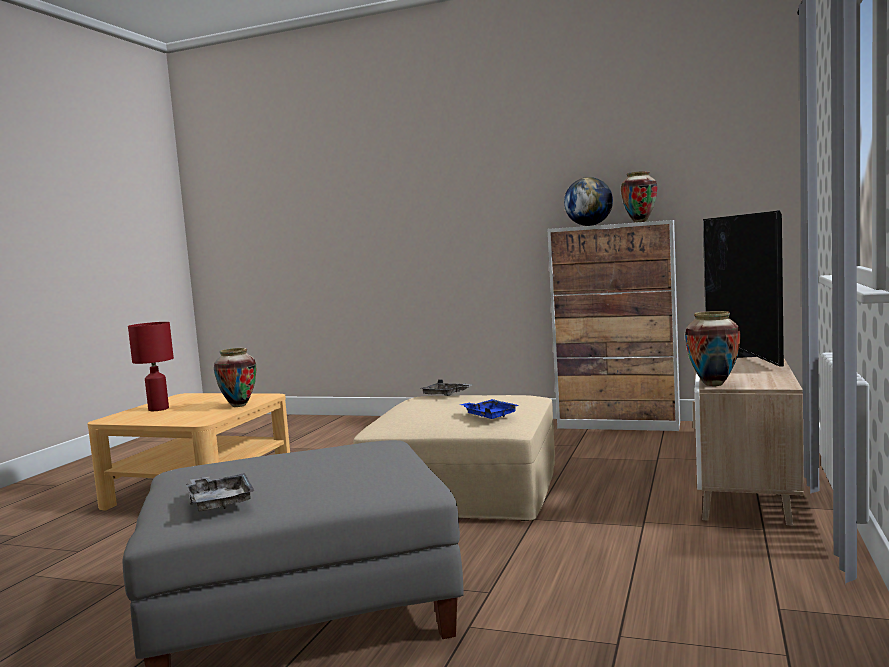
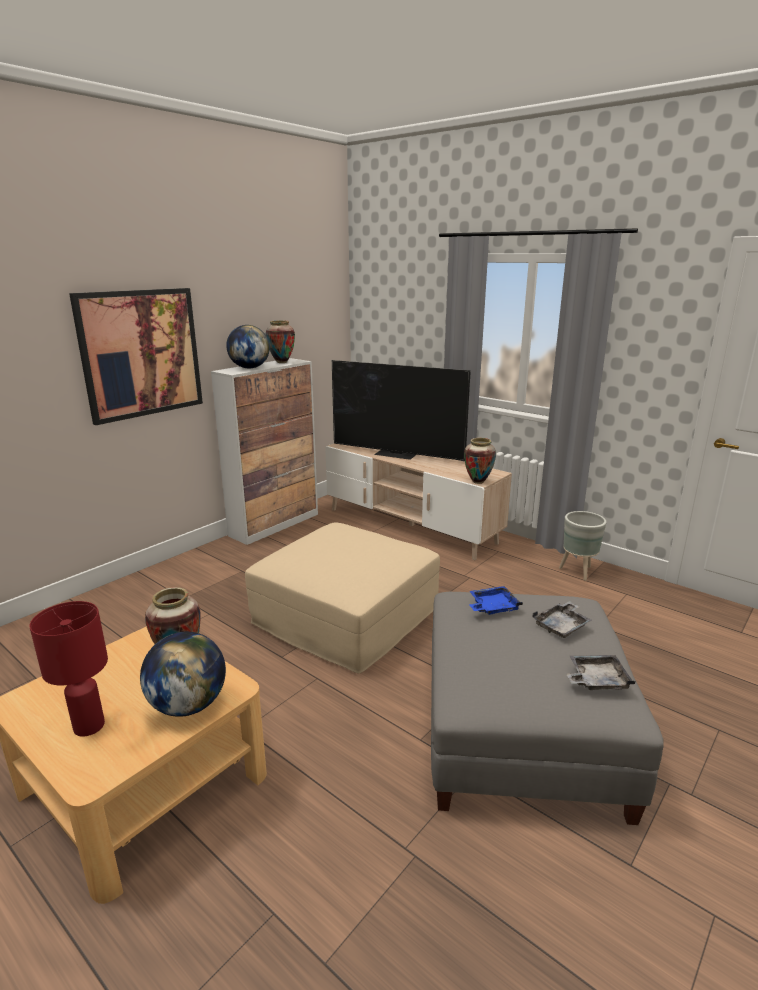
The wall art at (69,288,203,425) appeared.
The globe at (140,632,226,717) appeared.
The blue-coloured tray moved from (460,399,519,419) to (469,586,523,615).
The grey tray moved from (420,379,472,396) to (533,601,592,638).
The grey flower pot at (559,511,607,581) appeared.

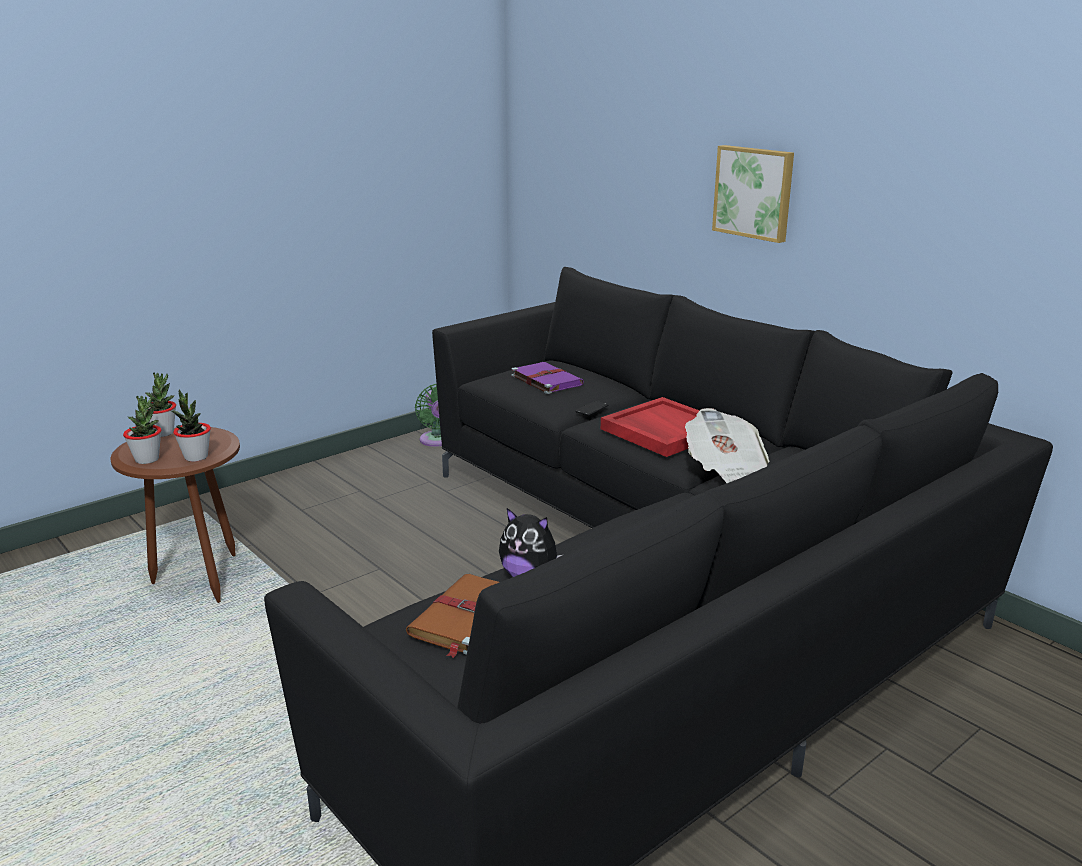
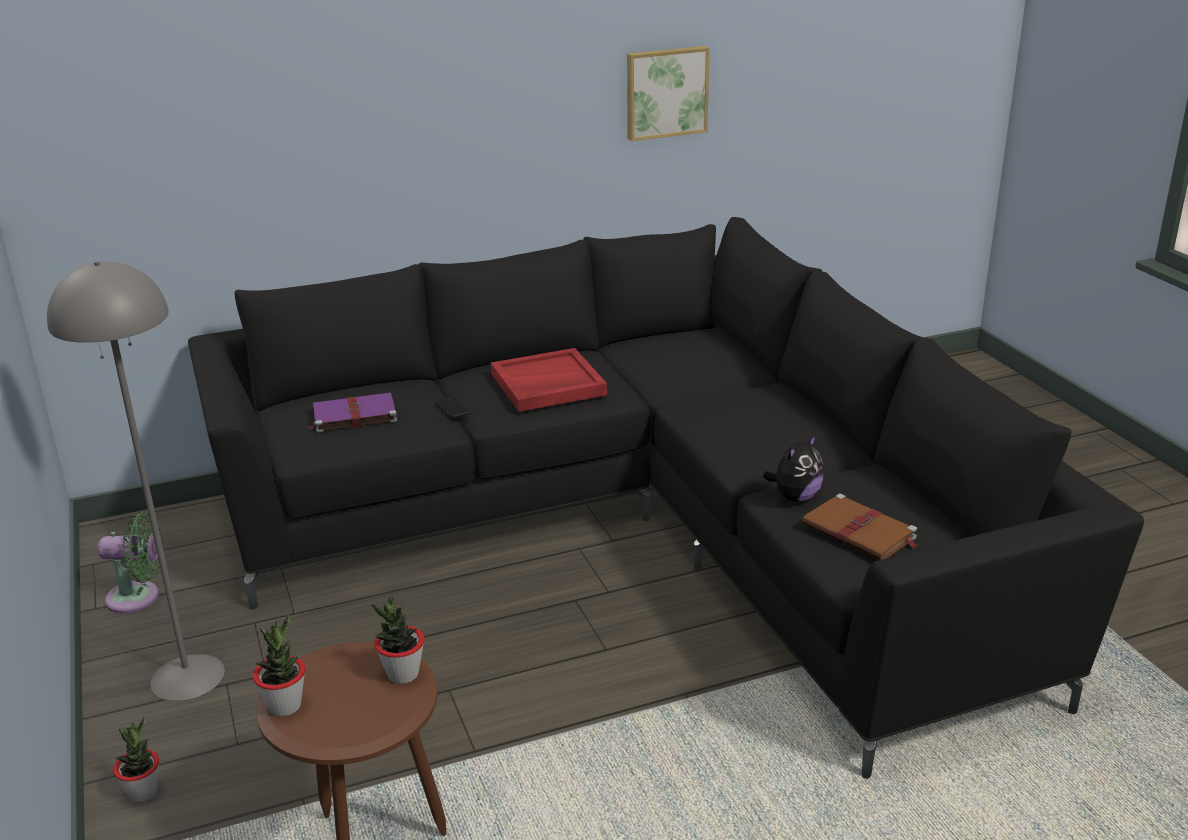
The grey standing lamp at (47,261,225,701) appeared.
The potted plant moved from (123,396,161,464) to (113,717,159,802).
The wall art moved from (712,145,794,243) to (627,46,710,141).
The daily paper at (685,408,770,483) disappeared.

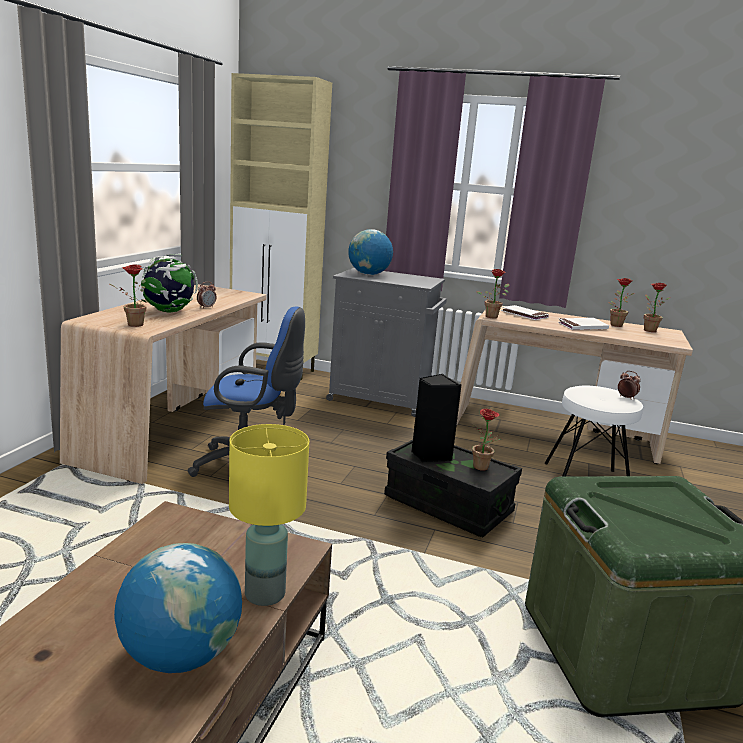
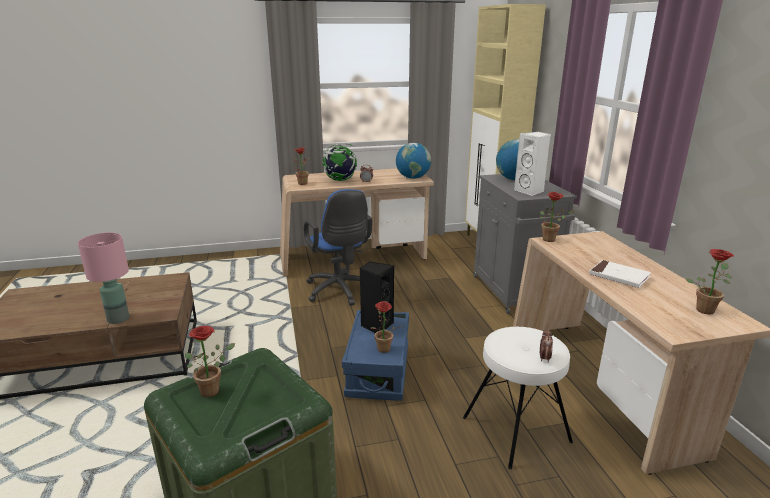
The yellowish table lamp at (229,424,309,606) became the pinkish table lamp at (78,232,129,324).
The potted plant moved from (608,278,634,327) to (185,326,236,397).
The blackish storage box at (384,440,522,537) became the blue-coloured storage box at (342,310,409,401).
The globe moved from (114,543,242,673) to (396,143,431,179).
The whitish audio speaker at (514,132,551,196) appeared.
The whitish book at (501,305,549,320) disappeared.

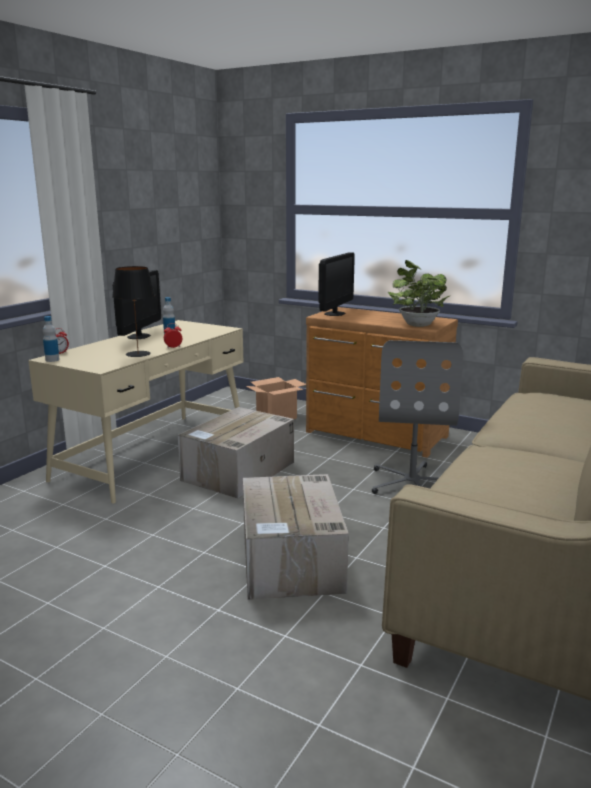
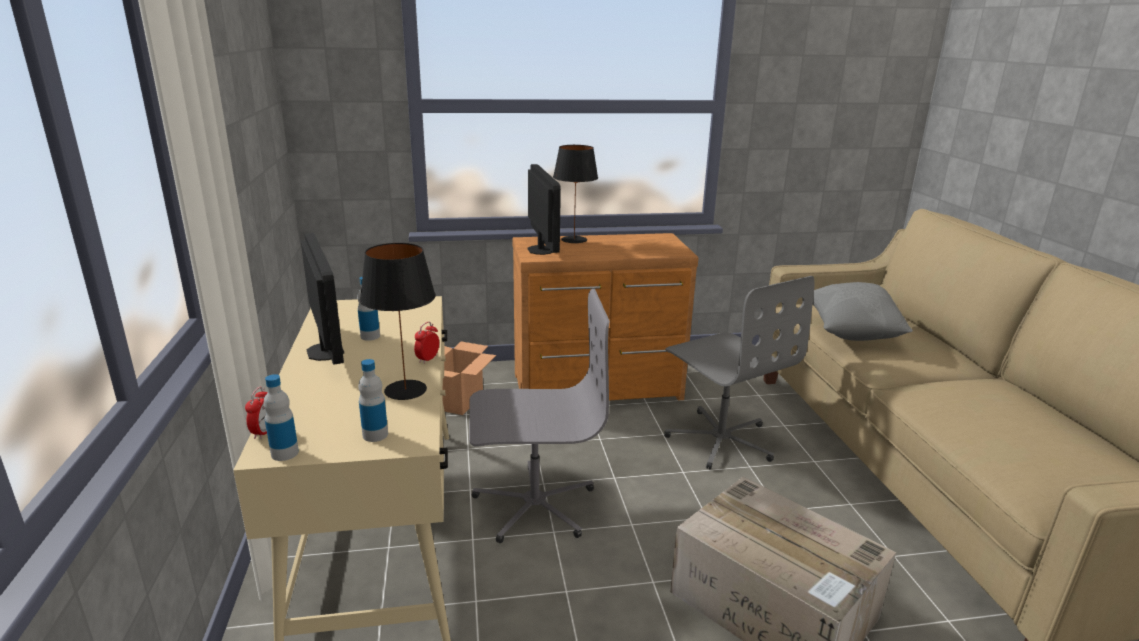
The beverage bottle at (358,359,388,442) appeared.
The carton at (178,407,294,499) was replaced by the grey office chair at (469,289,610,543).
The blackish table lamp at (553,145,598,243) appeared.
The grey pillow at (813,282,913,341) appeared.
The potted plant at (388,260,451,327) disappeared.

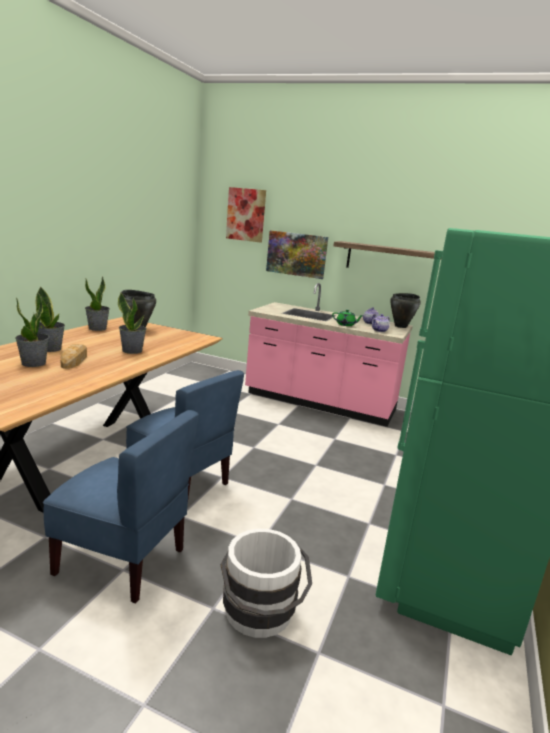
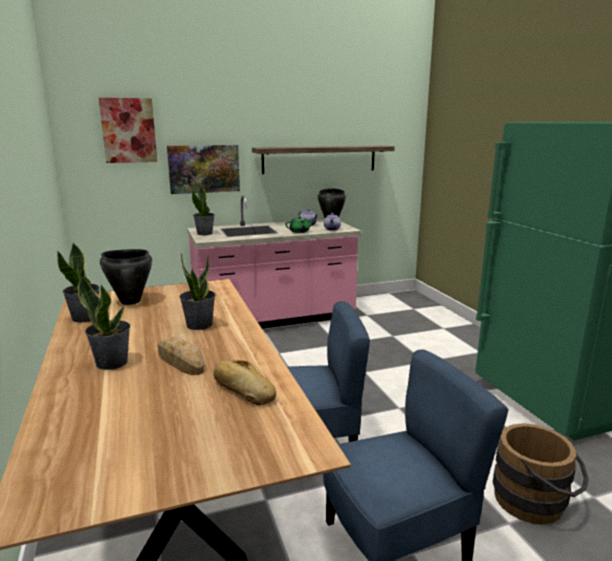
The potted plant moved from (15,296,49,367) to (192,186,215,235).
The bakery bread at (214,360,276,405) appeared.
The whitish bucket at (221,529,312,638) became the brown-coloured bucket at (493,423,589,525).

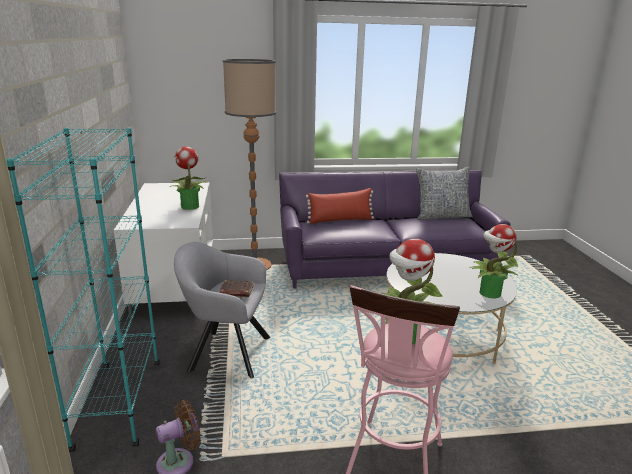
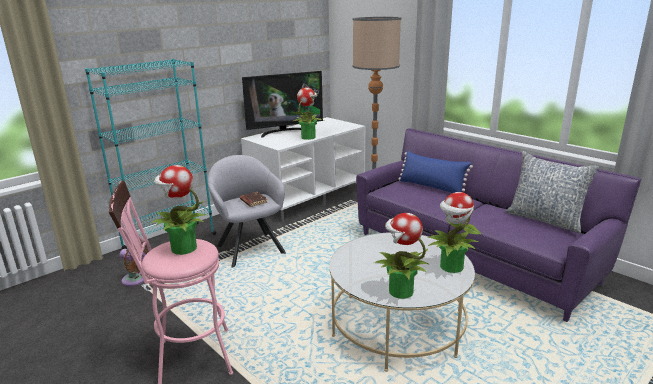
The television at (242,71,323,138) appeared.
The red-coloured pillow at (306,188,374,224) became the blue-coloured pillow at (398,151,473,193).
The potted plant at (428,192,481,273) appeared.

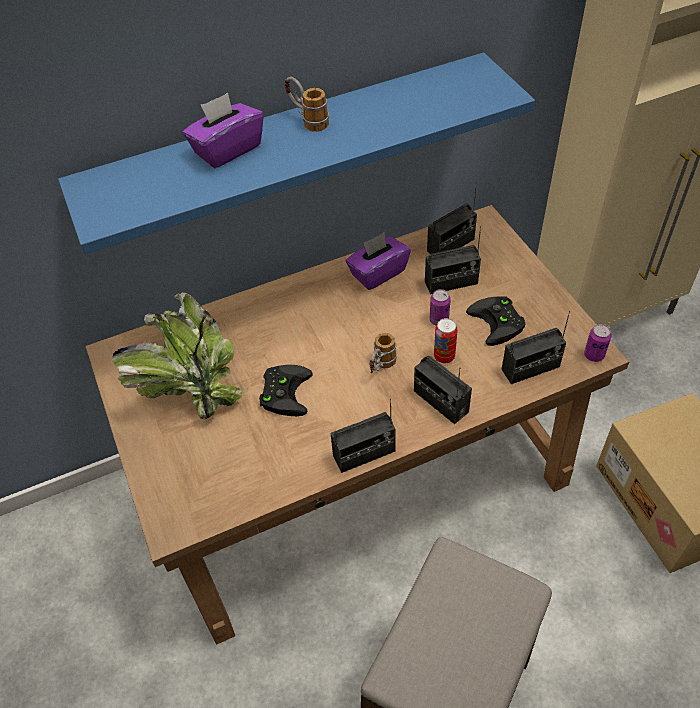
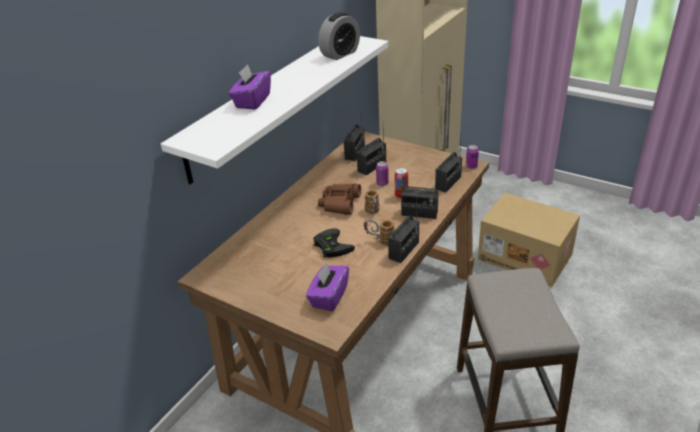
The blue-coloured bracket shelf at (58,52,535,254) became the whitish bracket shelf at (161,36,388,184).
The purple-coloured tissue holder moved from (346,233,411,290) to (306,262,349,311).
The bedside clock at (318,12,360,60) appeared.
The brown-coloured pair of binoculars at (318,183,361,215) appeared.
The mug moved from (284,77,329,132) to (364,219,395,246).
The potted plant at (111,293,245,419) disappeared.
The blackish gamepad at (466,296,525,346) disappeared.

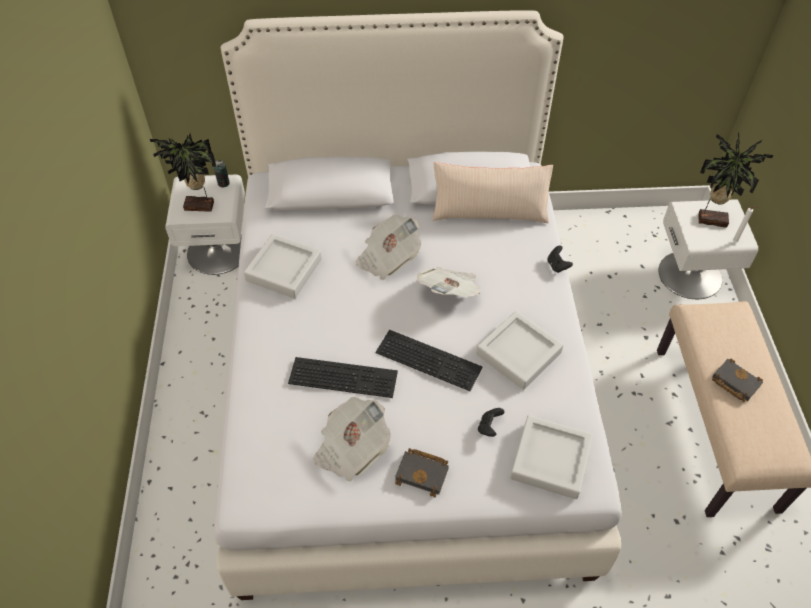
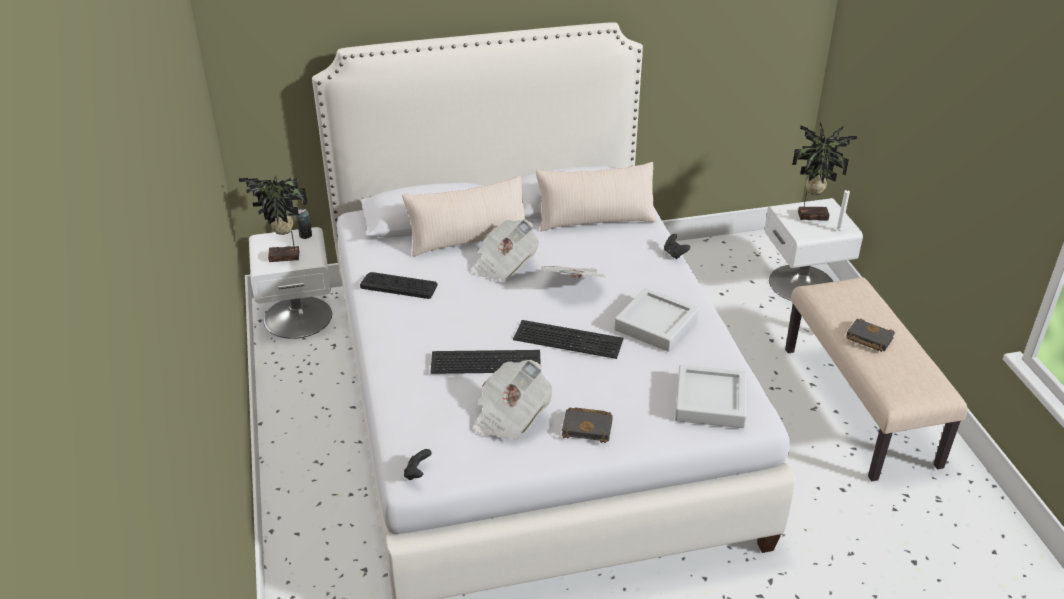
The grey tray at (244,234,322,299) was replaced by the PC keyboard at (360,272,438,299).
The beige pillow at (402,176,525,257) appeared.
The blackish gamepad moved from (478,408,504,437) to (404,449,432,480).

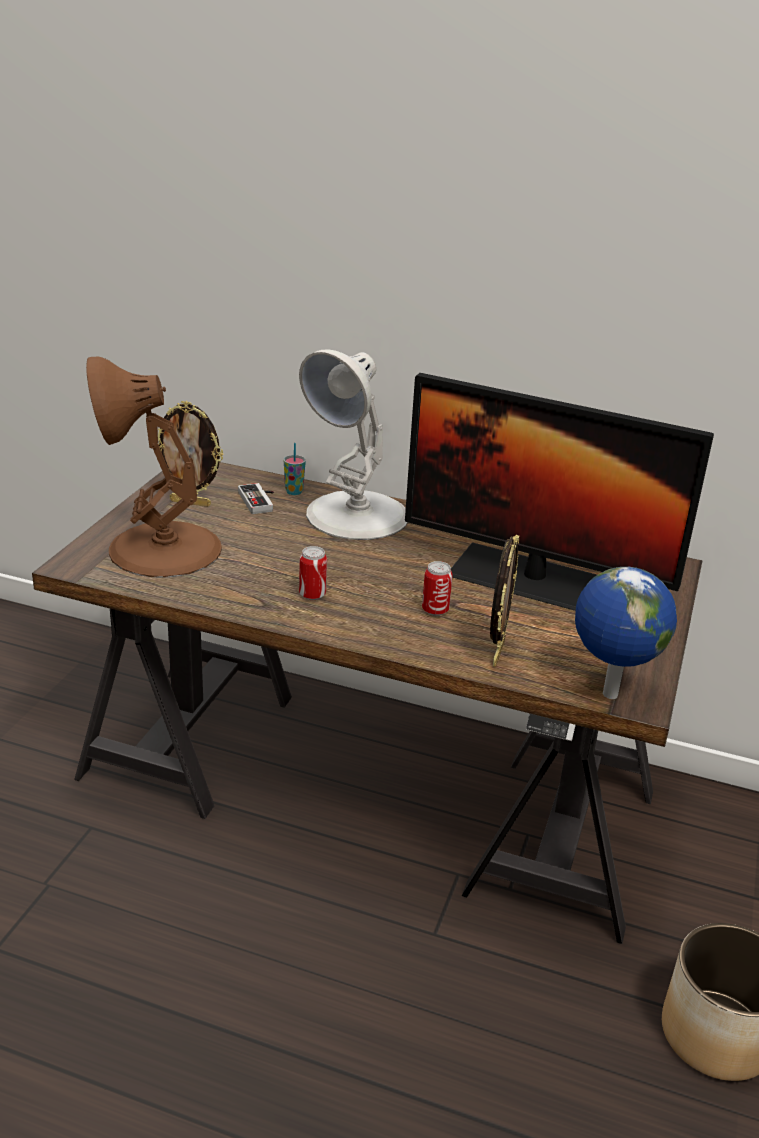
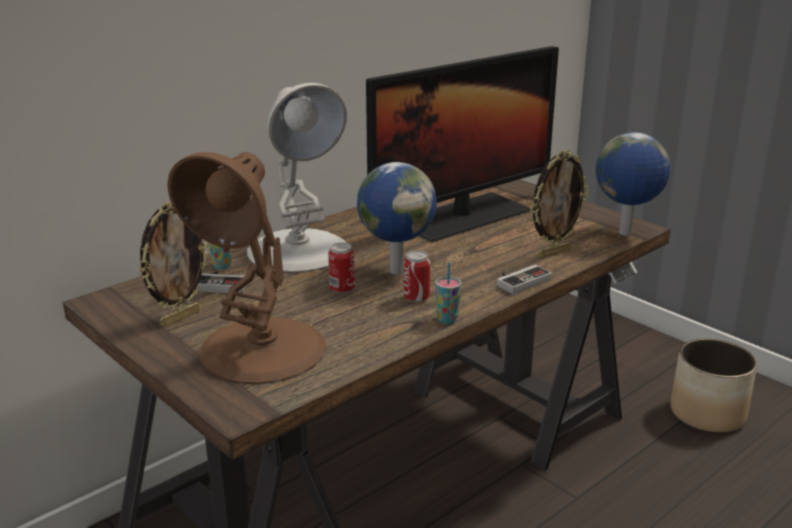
The can moved from (422,561,453,616) to (328,242,355,294).
The globe at (357,162,437,275) appeared.
The drinking cup at (435,262,462,324) appeared.
The gamepad at (497,265,552,294) appeared.
The photo frame at (490,535,519,667) turned 105 degrees clockwise.

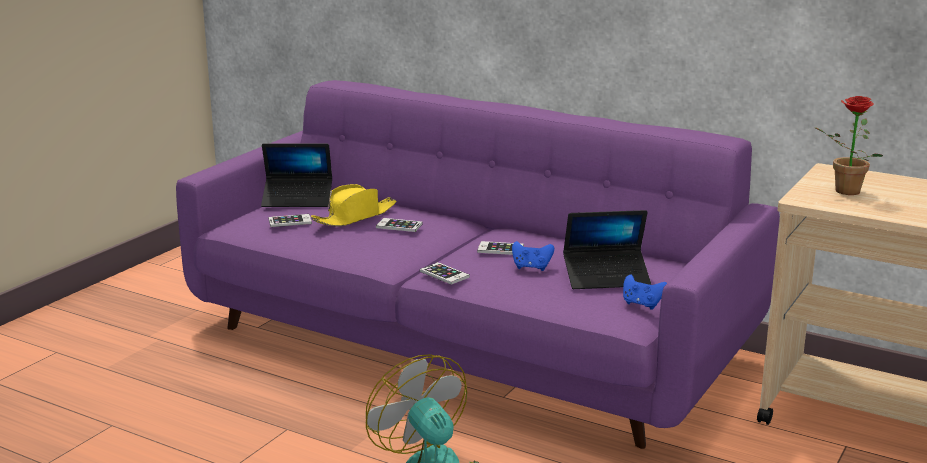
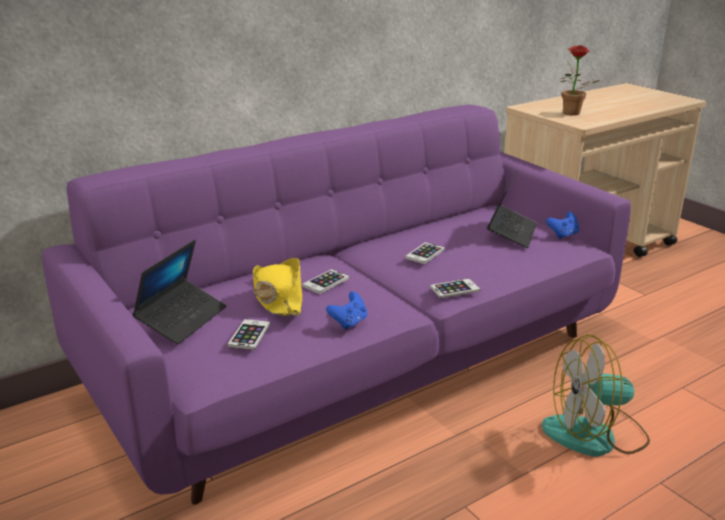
The blue-coloured gamepad moved from (512,241,554,271) to (326,292,367,330).

